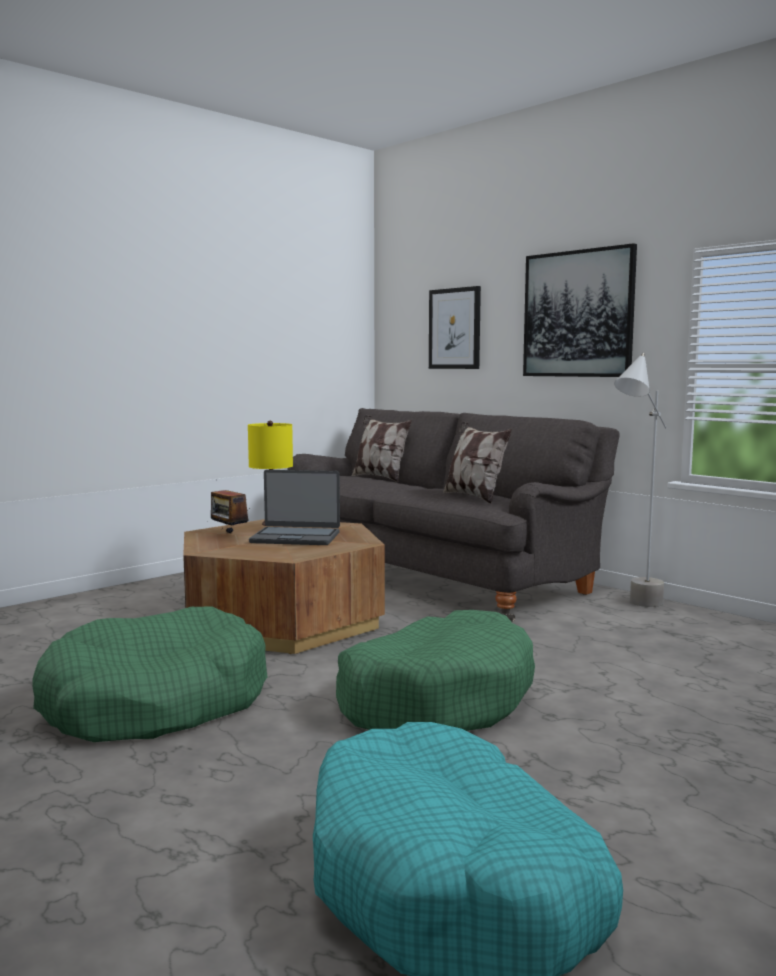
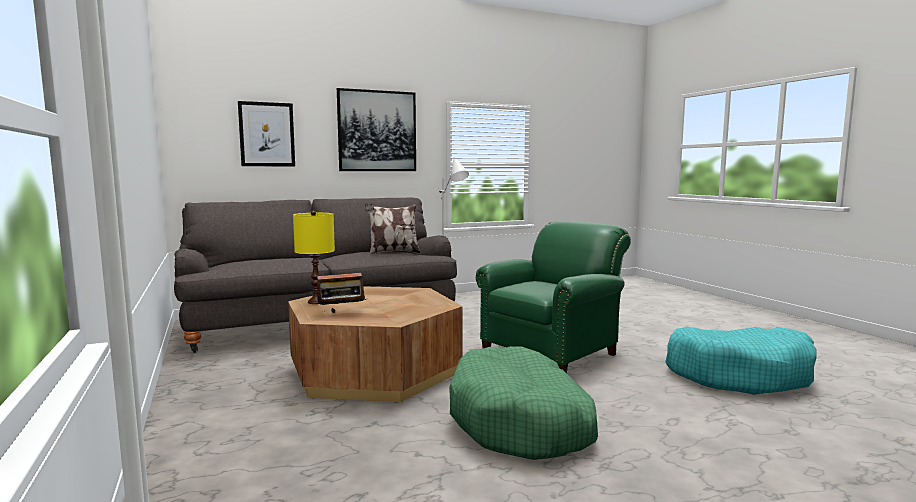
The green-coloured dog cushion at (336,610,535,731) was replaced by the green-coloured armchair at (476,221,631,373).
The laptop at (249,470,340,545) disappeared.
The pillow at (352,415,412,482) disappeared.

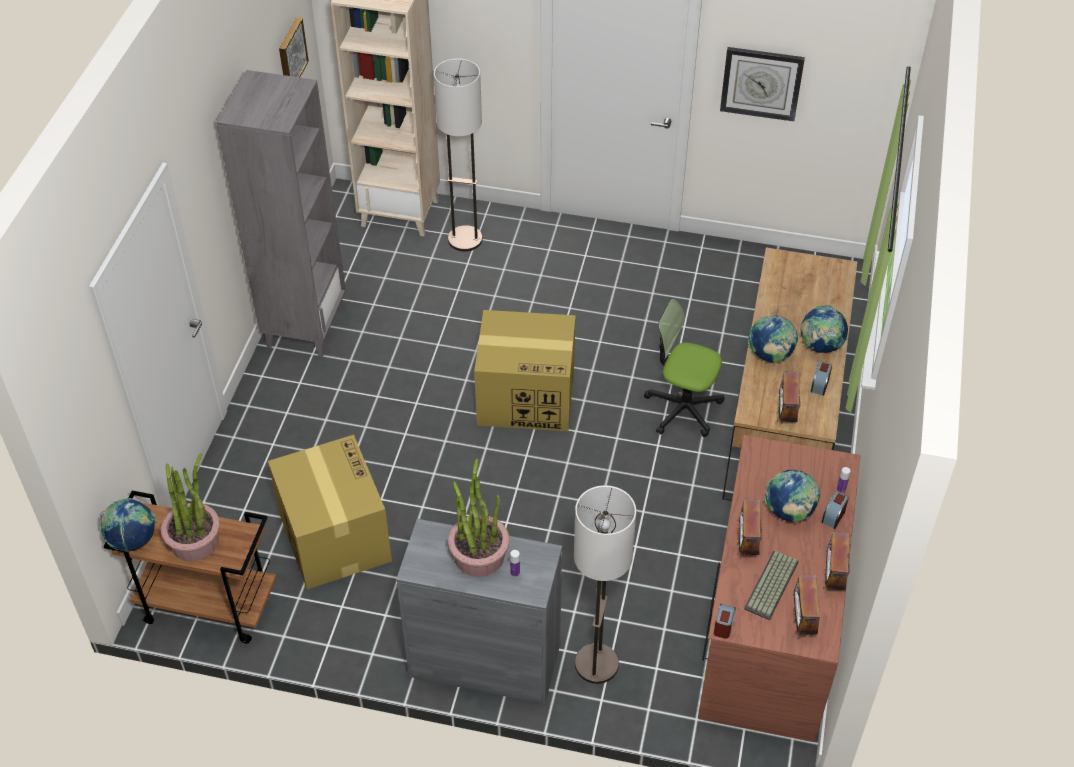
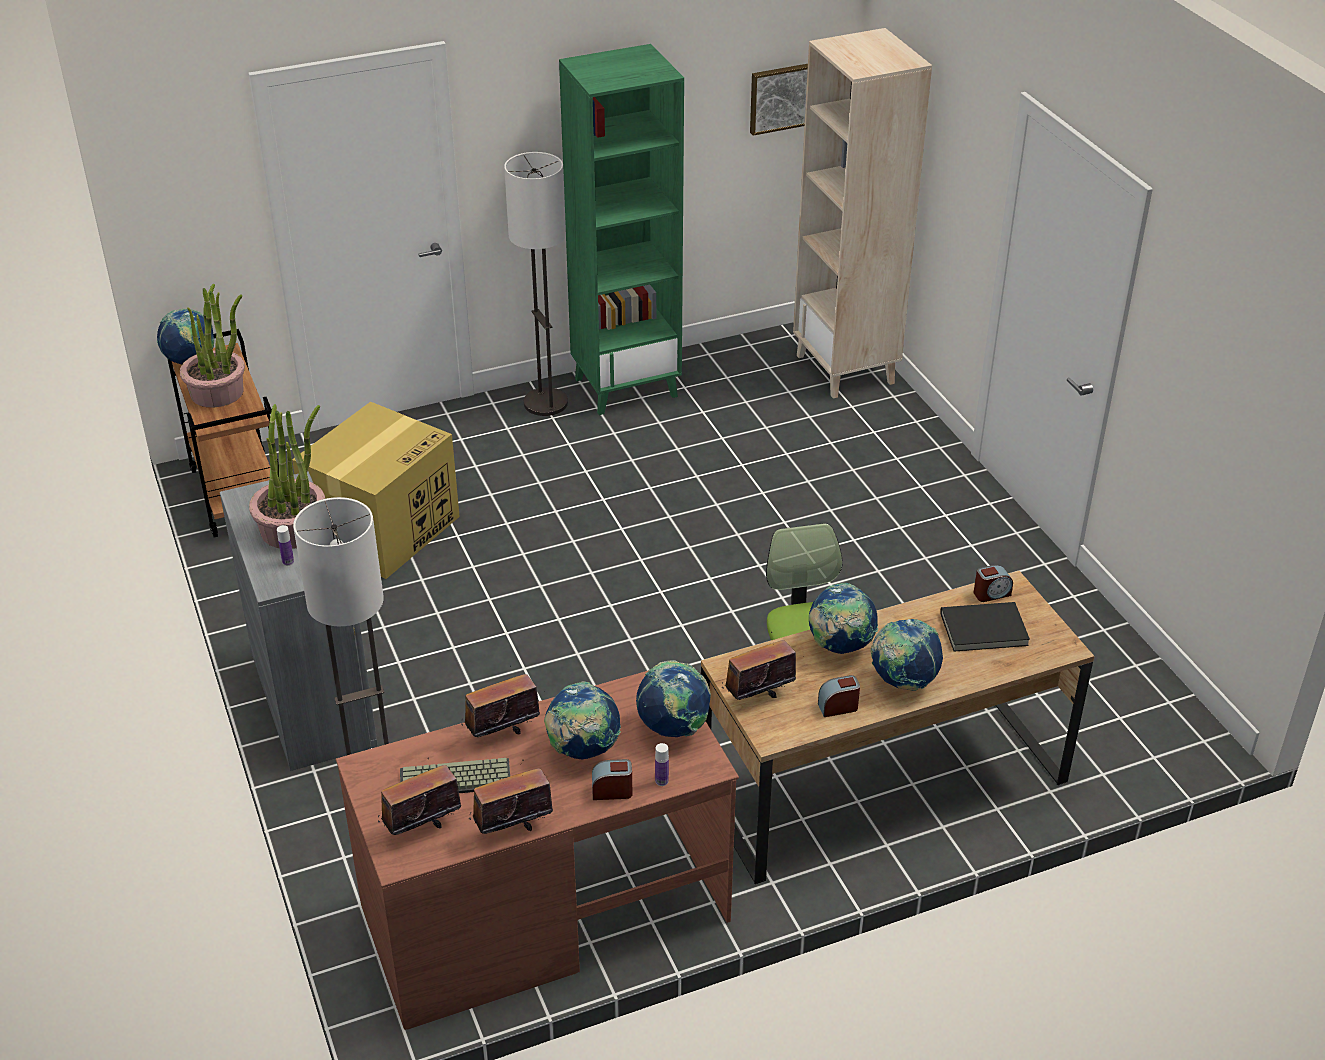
The standing lamp moved from (434,58,482,251) to (504,152,568,416).
The grey bookshelf at (216,70,346,357) became the green-coloured bookshelf at (559,44,684,415).
The globe at (636,660,711,737) appeared.
The blackish book at (940,602,1030,652) appeared.
The bedside clock moved from (714,604,736,639) to (974,565,1013,602).
The carton at (474,310,576,431) disappeared.
The clock on the wall at (720,47,805,122) disappeared.

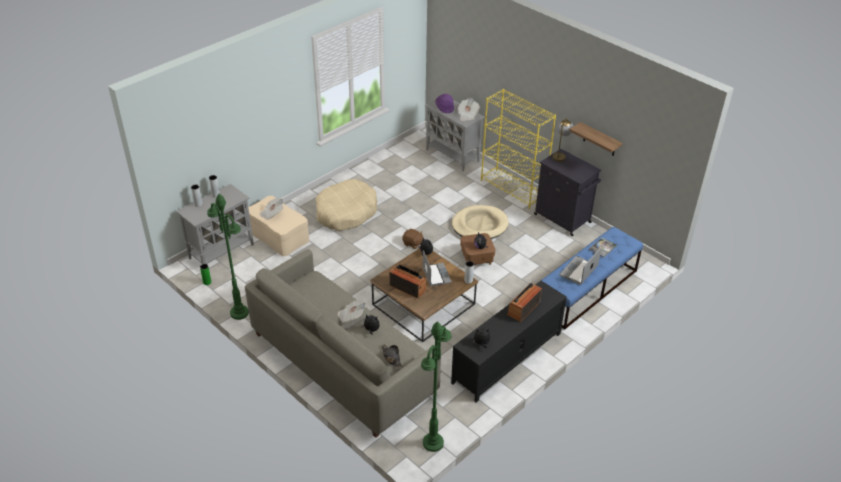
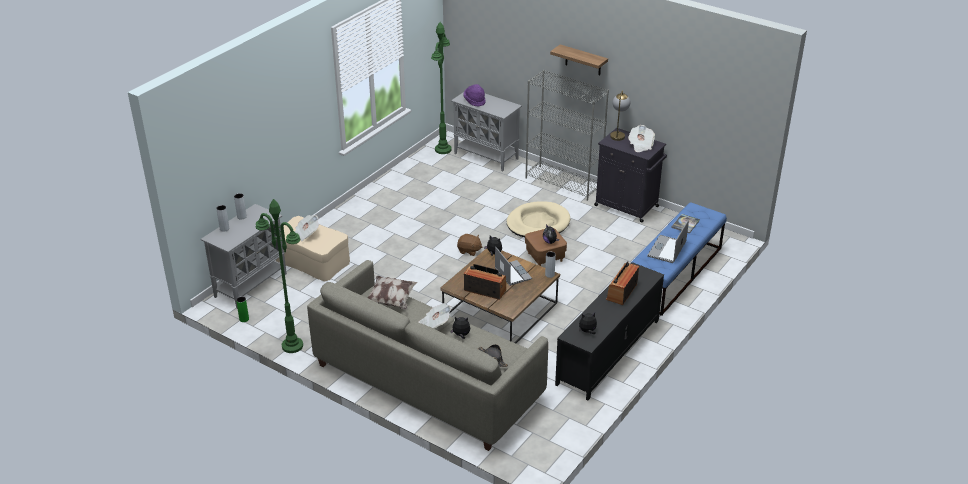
The pillow at (367,276,418,309) appeared.
The green-coloured standing lamp moved from (421,321,451,452) to (431,22,452,154).
The yellowish bookshelf at (481,89,556,209) became the grey bookshelf at (525,70,609,201).
The bracket shelf moved from (569,122,622,156) to (550,45,608,75).
The daily paper moved from (458,98,480,121) to (628,125,655,152).
The beige dog cushion at (316,179,377,231) disappeared.

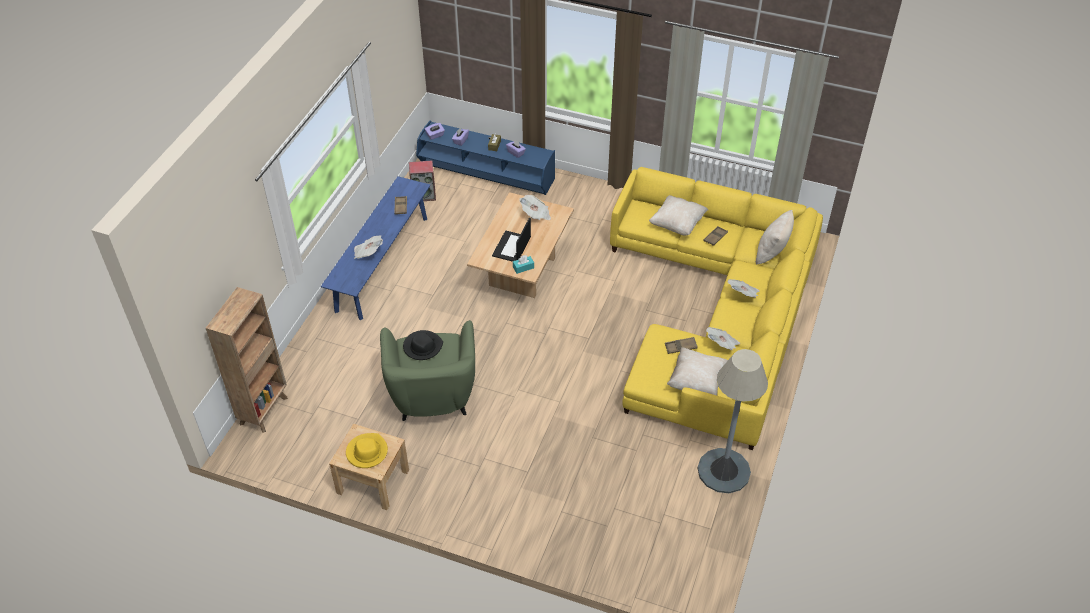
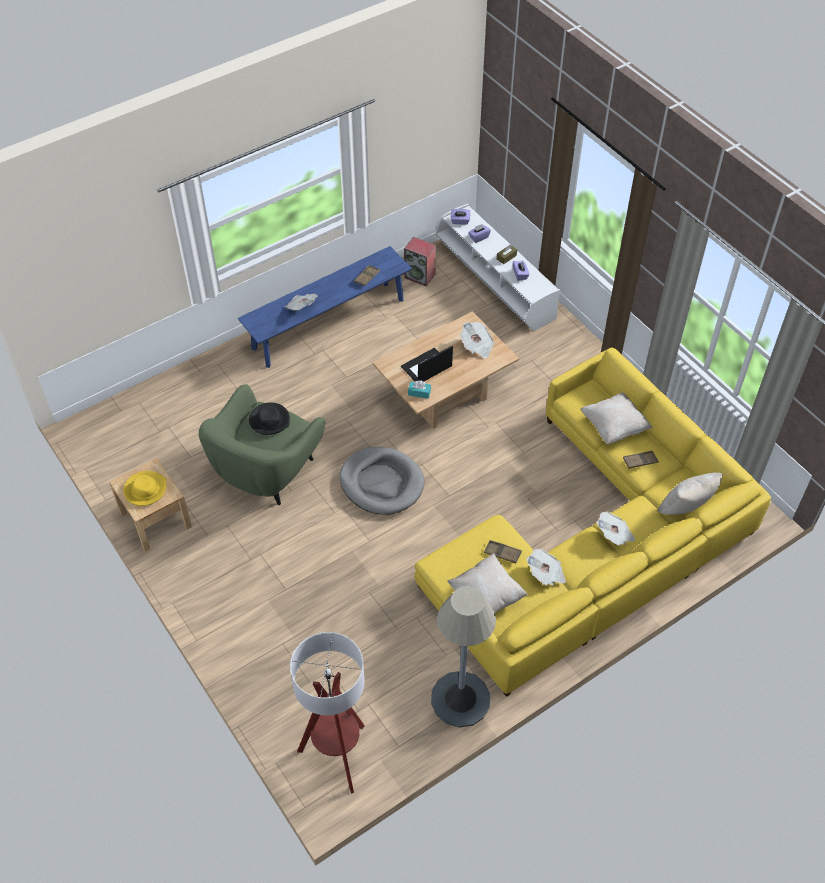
The standing lamp at (290,632,365,794) appeared.
The grey dog cushion at (339,447,424,515) appeared.
The blue-coloured tv unit at (416,121,555,195) became the whitish tv unit at (436,204,560,331).
The brown-coloured bookshelf at (206,287,288,433) disappeared.

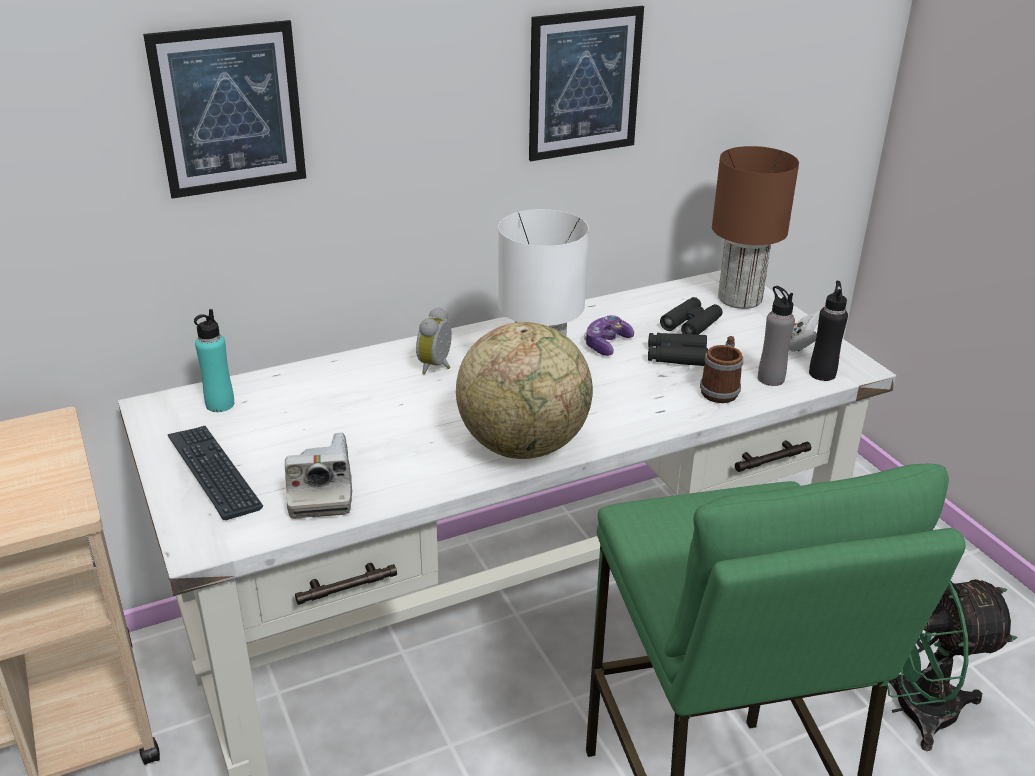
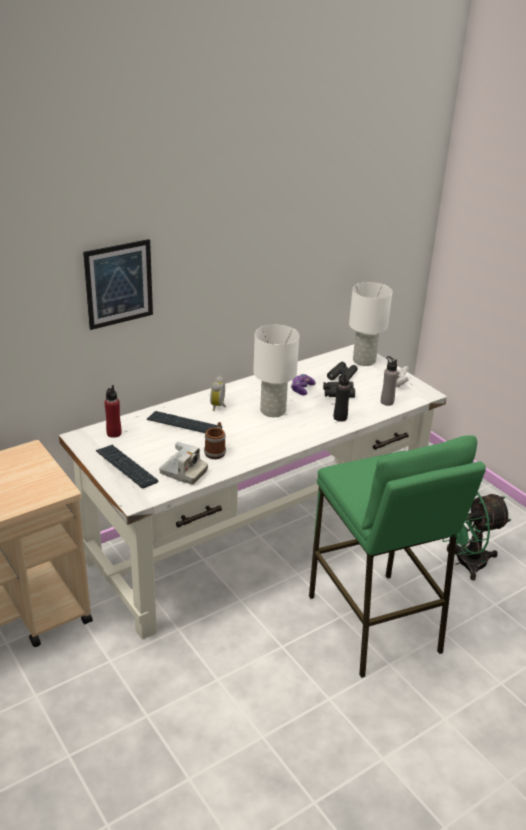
The turquoise-coloured beverage bottle at (194,309,234,412) became the red-coloured beverage bottle at (104,385,122,438).
The PC keyboard at (147,411,222,433) appeared.
The photo camera at (285,433,352,519) turned 45 degrees counterclockwise.
The mug moved from (700,336,743,403) to (204,422,226,459).
The blackish beverage bottle moved from (809,281,848,381) to (334,370,351,422).
The brown-coloured table lamp at (712,146,799,309) became the whitish table lamp at (349,282,393,366).
The globe at (456,322,593,459) disappeared.
The wall art at (529,6,644,161) disappeared.

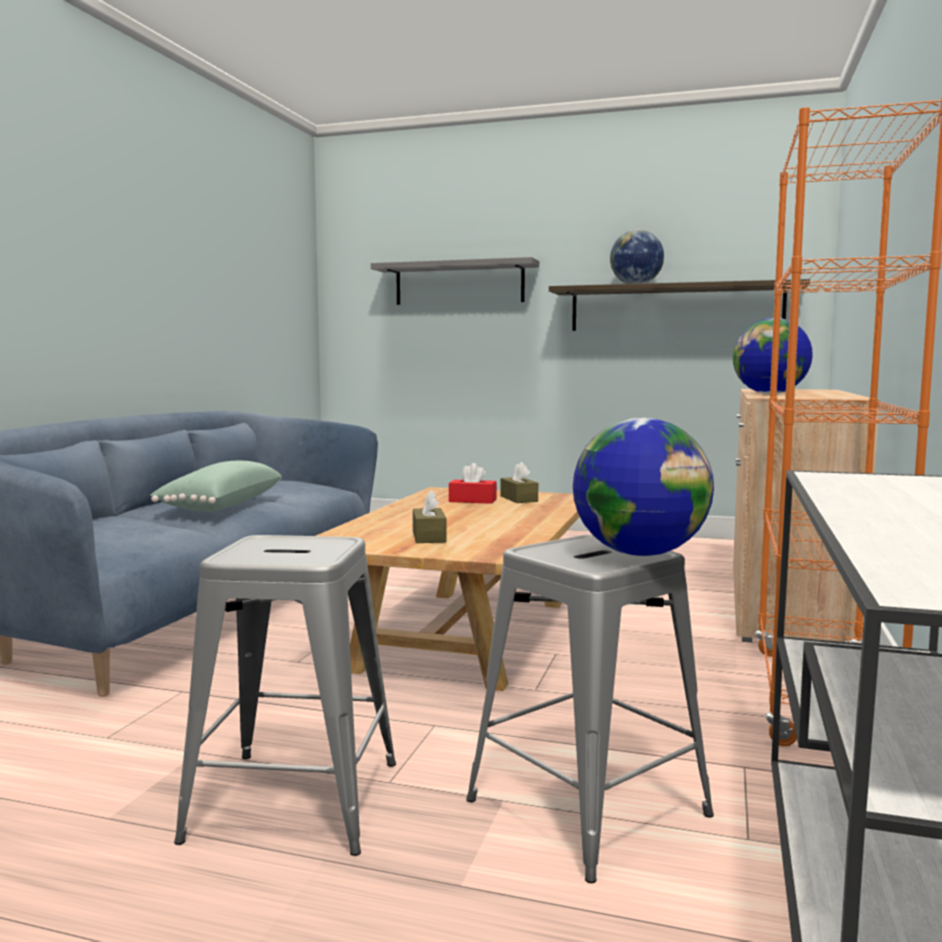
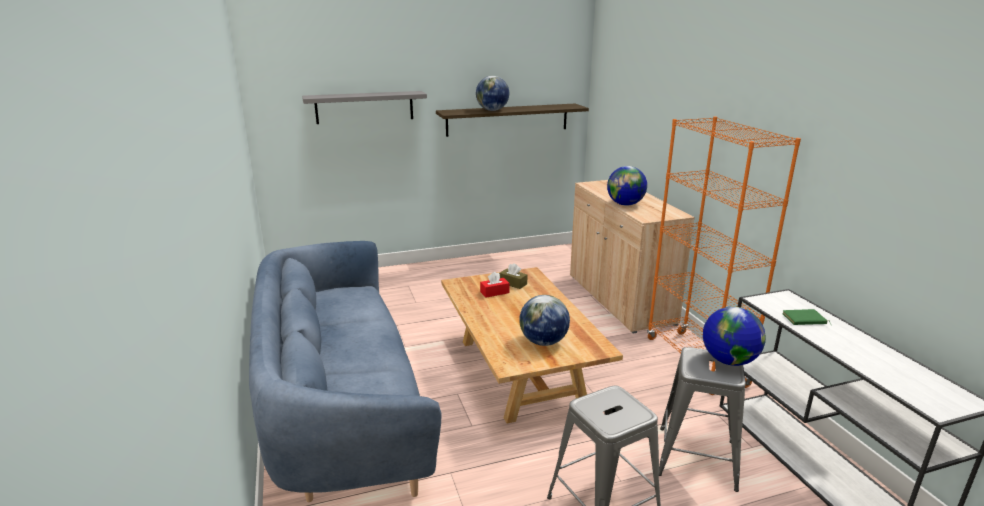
The brown-coloured tissue holder at (413,490,447,543) was replaced by the globe at (519,295,570,346).
The green-coloured book at (782,309,831,325) appeared.
The green-coloured pillow at (150,461,282,512) disappeared.

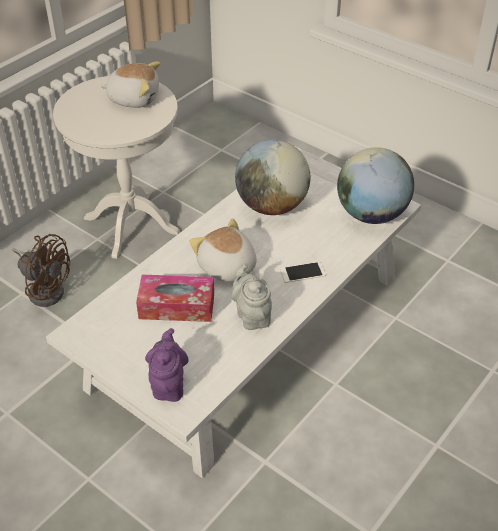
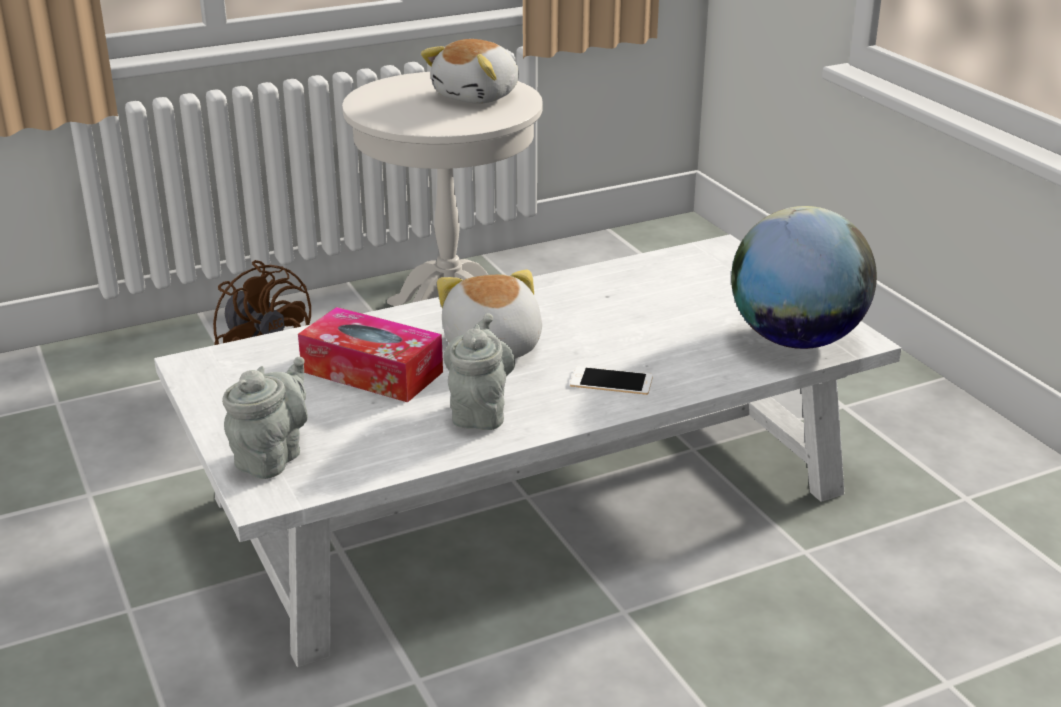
The purple-coloured teapot at (145,328,189,402) became the grey teapot at (222,357,308,479).
The soft toy at (100,62,161,108) turned 90 degrees clockwise.
The globe at (235,139,310,215) disappeared.

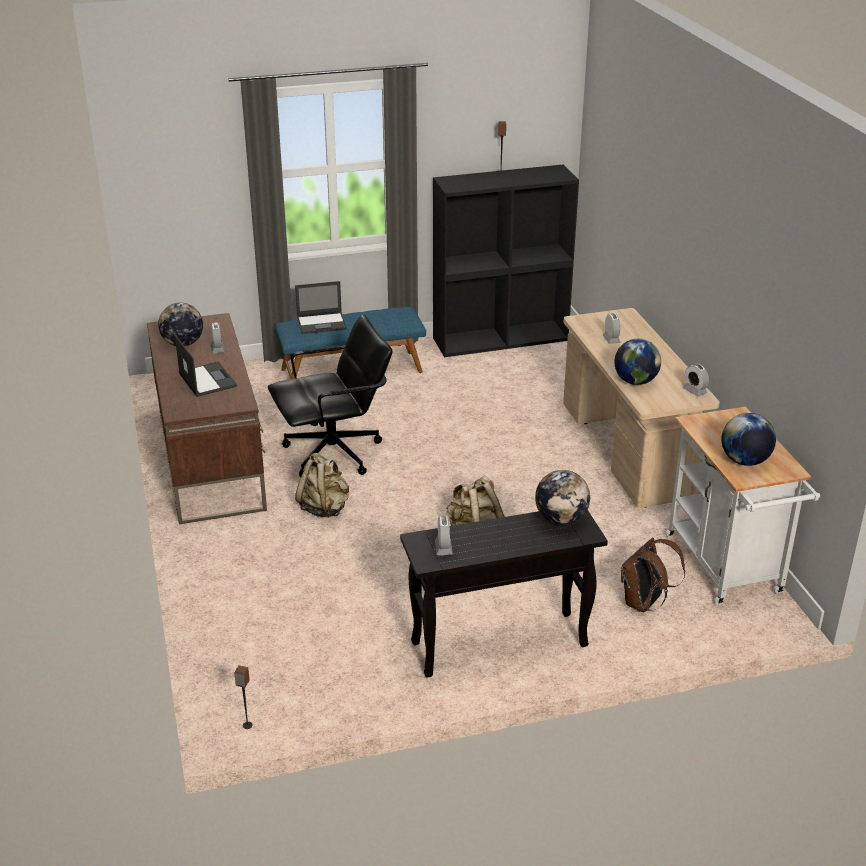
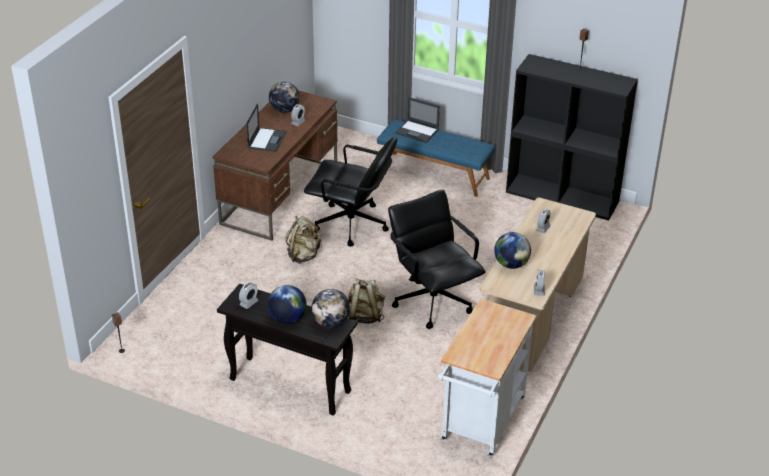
The globe moved from (721,413,776,466) to (268,285,307,324).
The blackish office chair at (388,190,486,329) appeared.
The brown-coloured rucksack at (621,538,685,612) disappeared.

